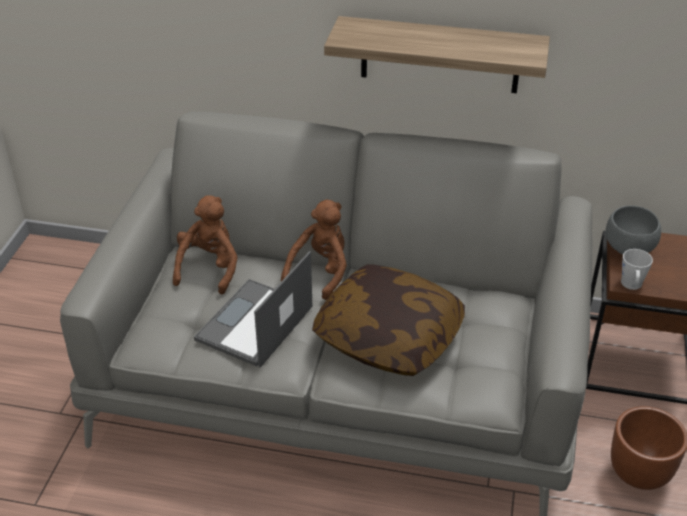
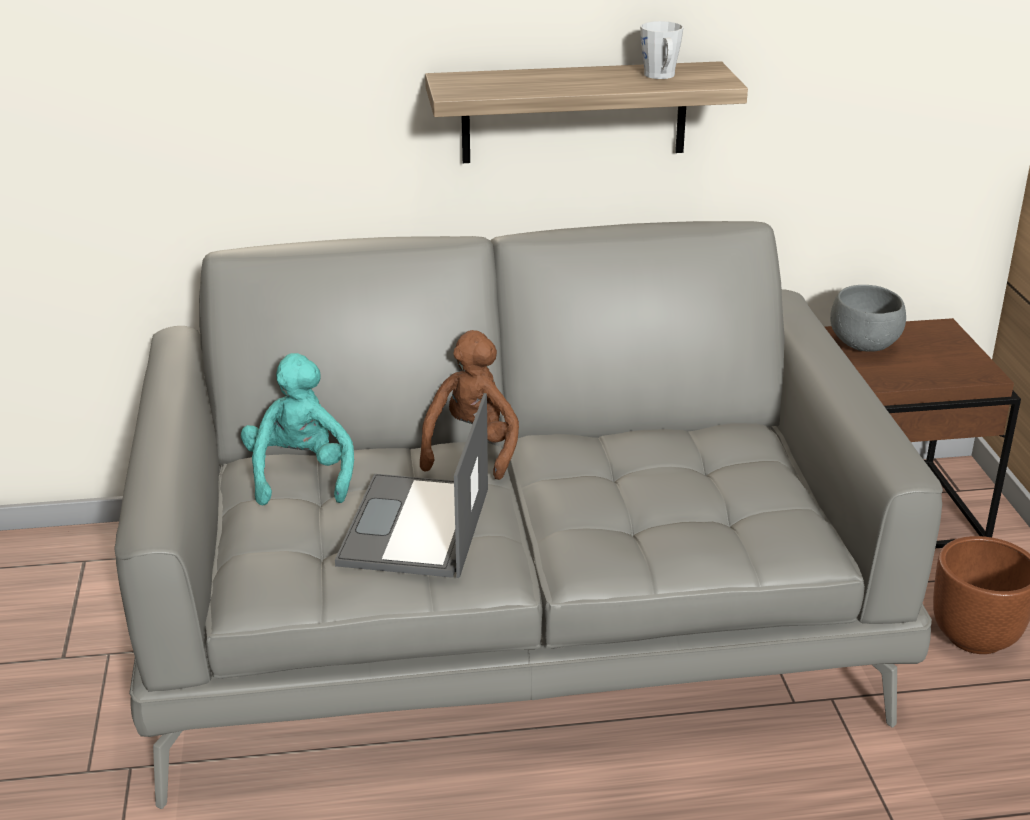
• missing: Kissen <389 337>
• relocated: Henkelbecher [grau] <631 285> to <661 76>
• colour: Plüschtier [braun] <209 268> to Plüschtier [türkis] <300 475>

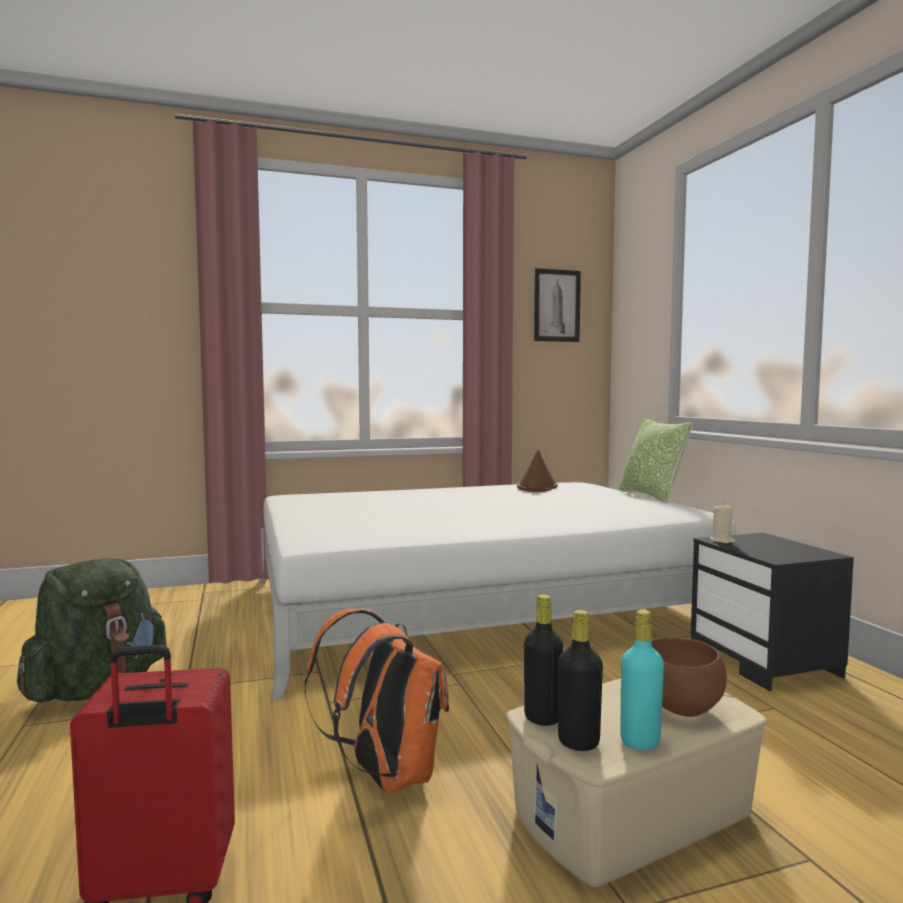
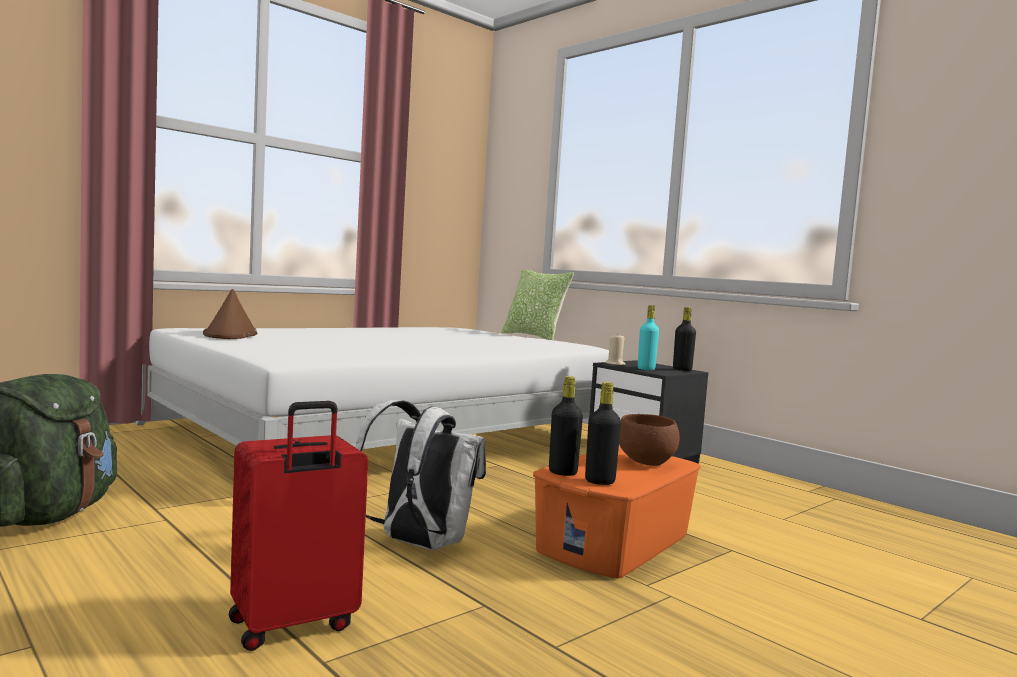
• missing: Bild <557 305>
• appeared: Flasche [schwarz] <682 370>
• relocated: Hut [braun] <537 487> to <230 335>
• relocated: Flasche [türkis] <640 742> to <646 369>
• colour: Rucksack [orange] <385 776> to Rucksack [weiß] <417 544>
• colour: Aufbewahrungsbox [beige] <634 814> to Aufbewahrungsbox [orange] <616 543>

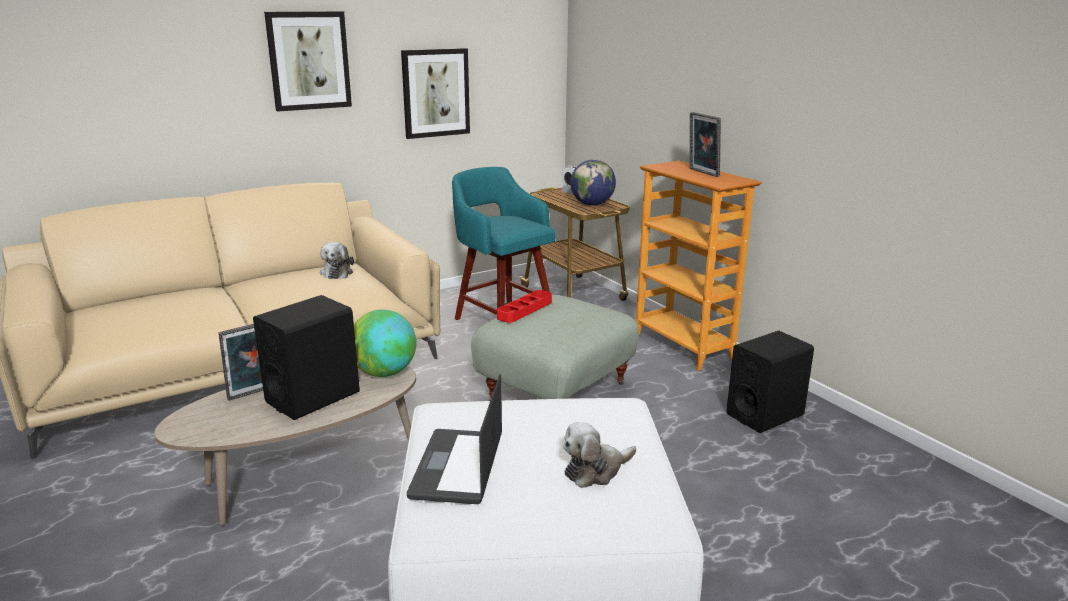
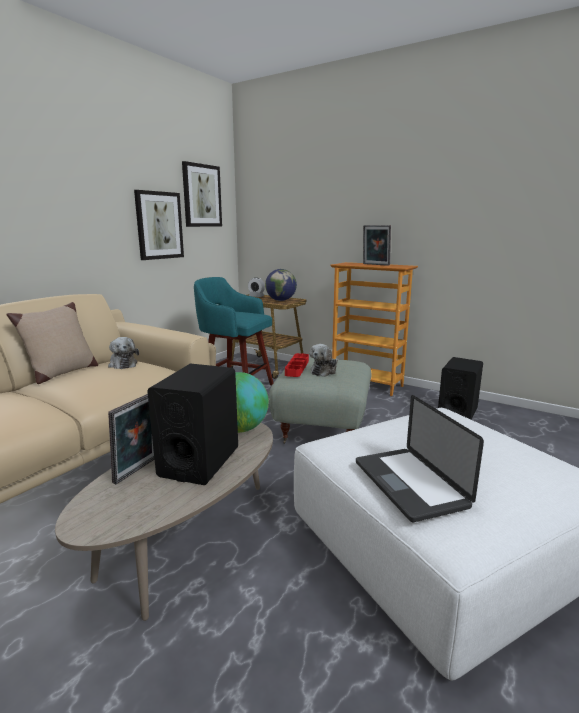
• appeared: Kissen [beige] <61 373>
• relocated: Bild <309 61> to <201 196>
• relocated: Plüschtier <595 470> to <324 371>

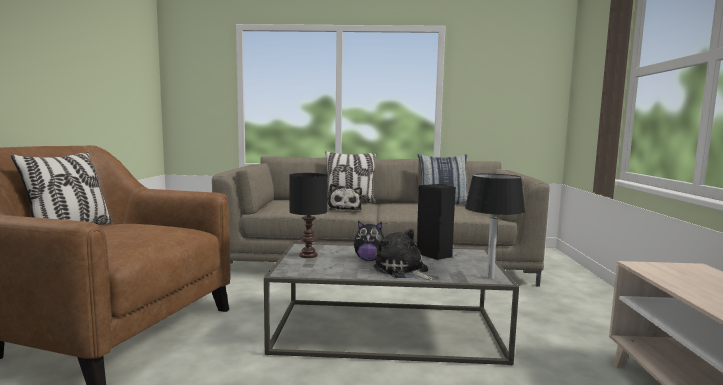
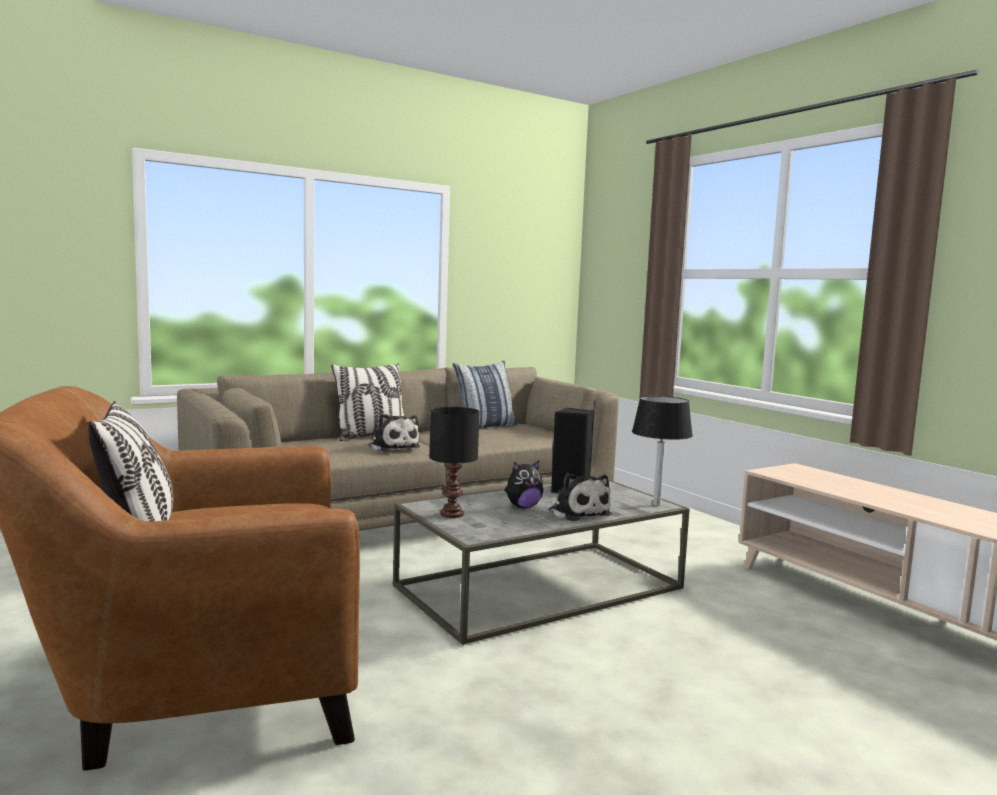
• spun: Plüschtier <403 271> = <577 512> 135 degrees counterclockwise

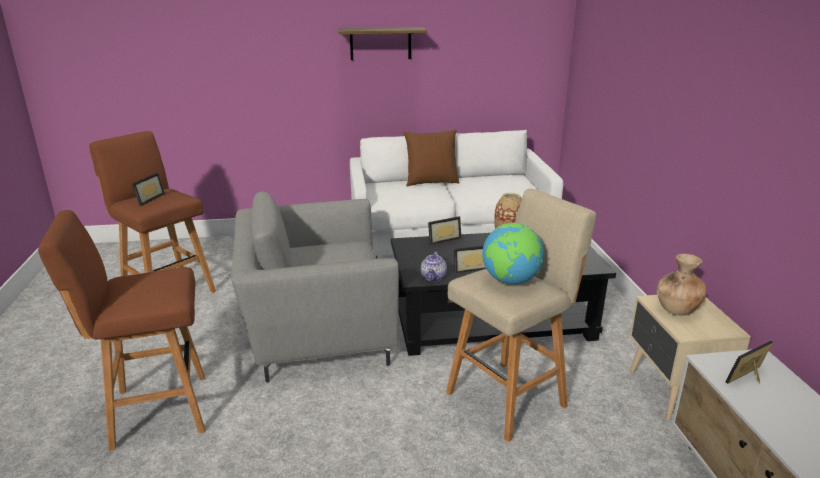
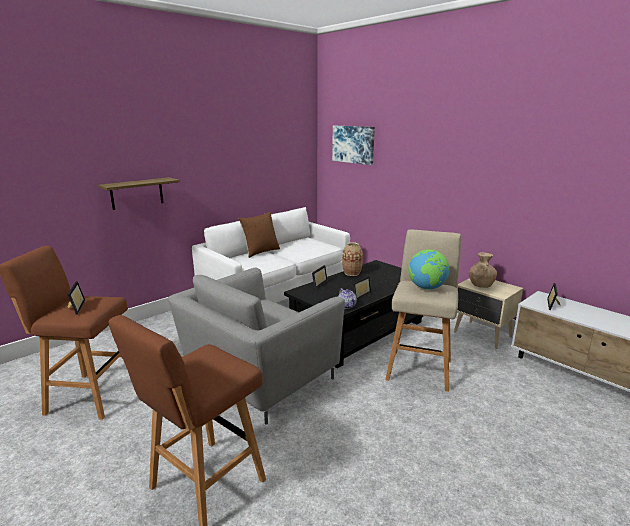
• appeared: Bild <353 144>
• relocated: Wandregal <380 43> to <137 193>

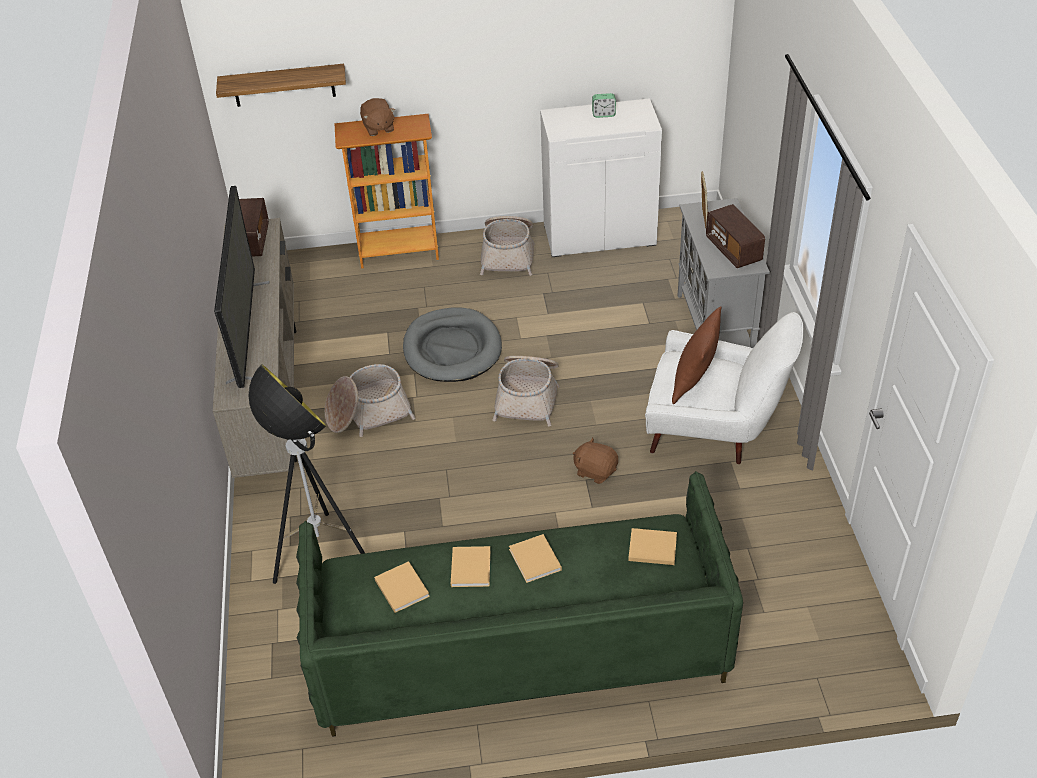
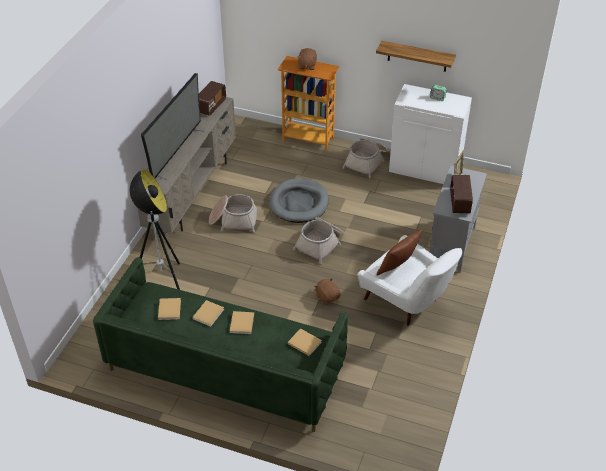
• relocated: Wandregal <283 85> to <417 56>

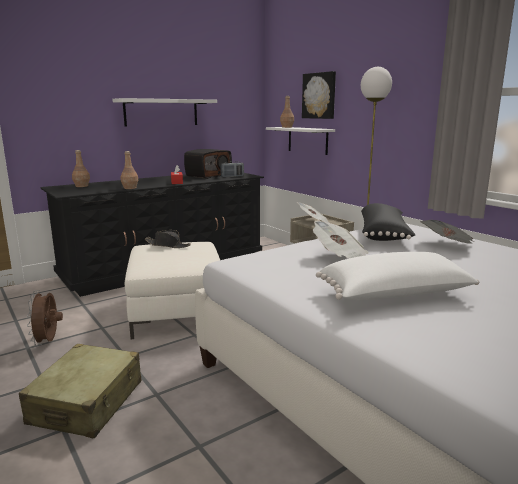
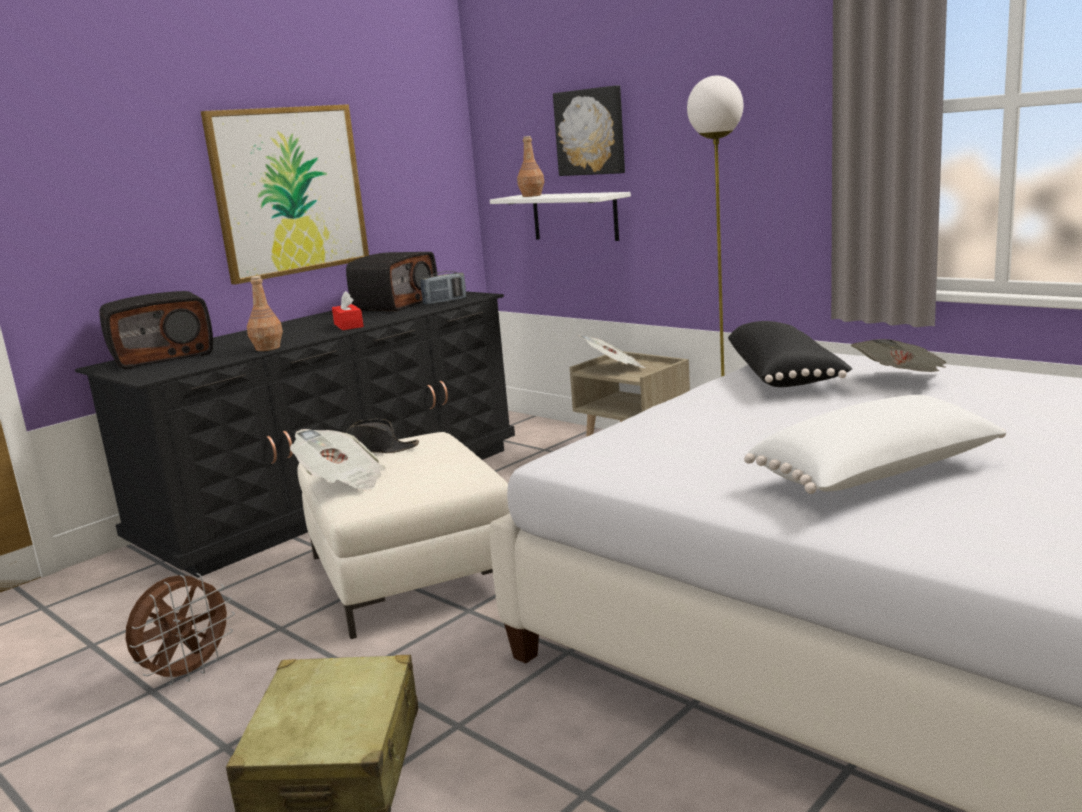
• relocated: Zeitung <340 257> to <342 481>
• exchanged: Flasche [braun] <82 186> to Radio <163 356>
• exchanged: Wandregal [weiß] <161 112> to Bild <289 191>
• spun: Ventilator [braun] <48 342> = <188 673> 120 degrees counterclockwise

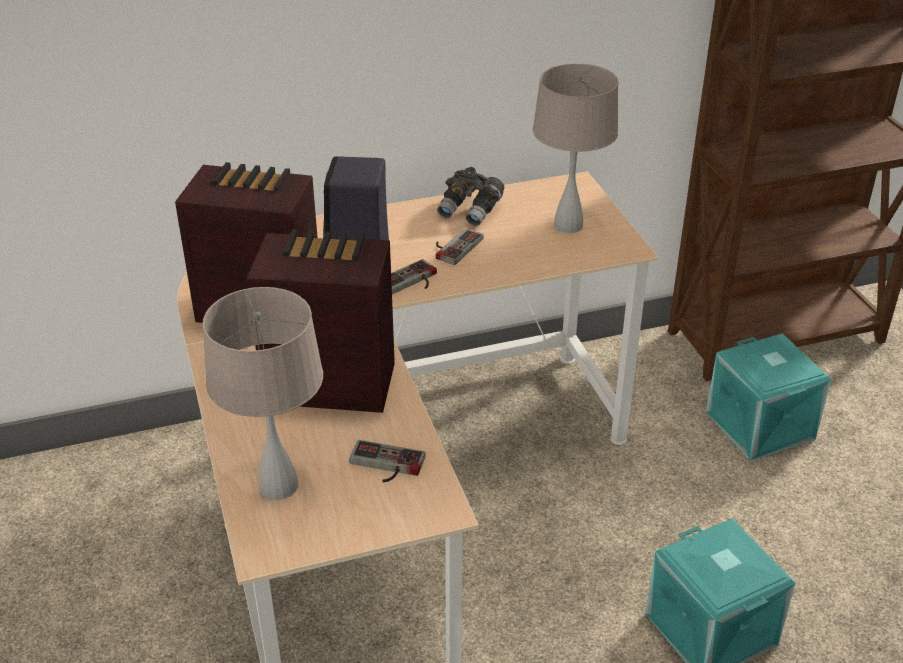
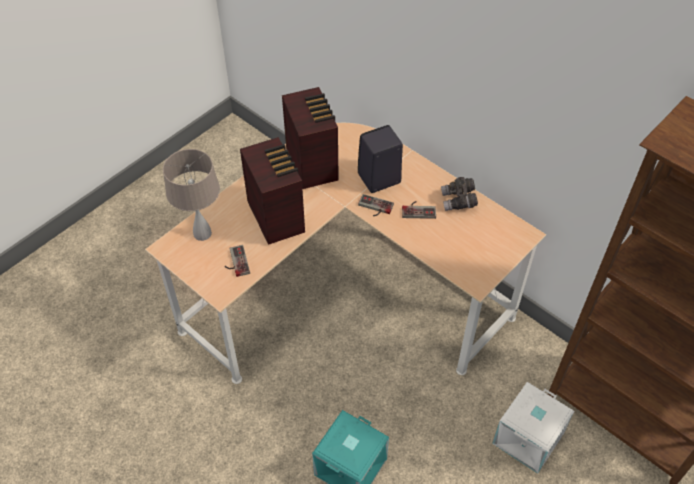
• missing: Tischlampe [beige] <567 224>
• colour: Aufbewahrungsbox [türkis] <762 425> to Aufbewahrungsbox [weiß] <528 439>

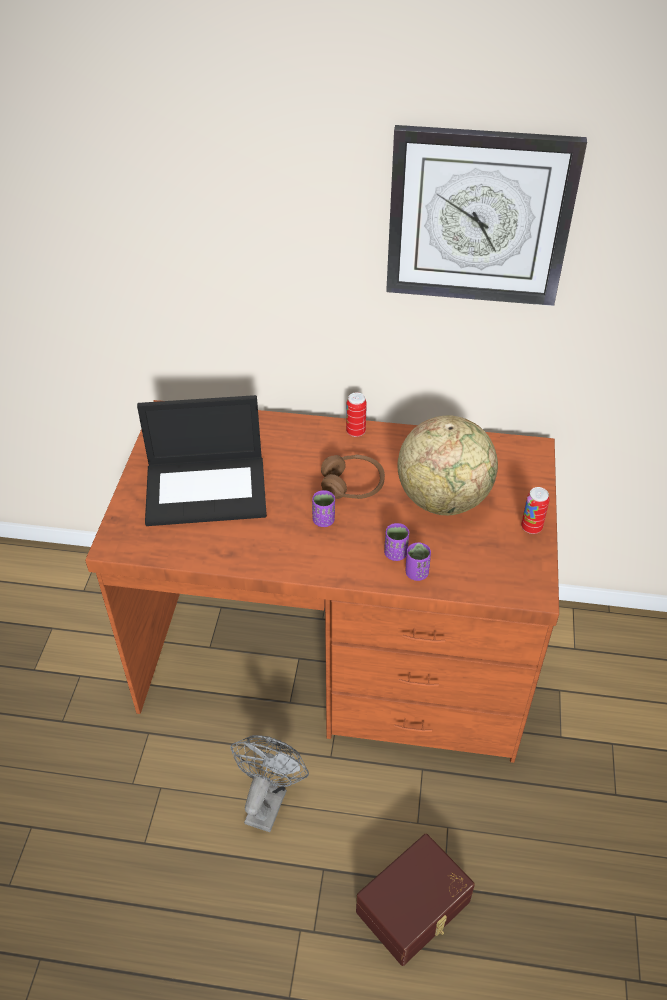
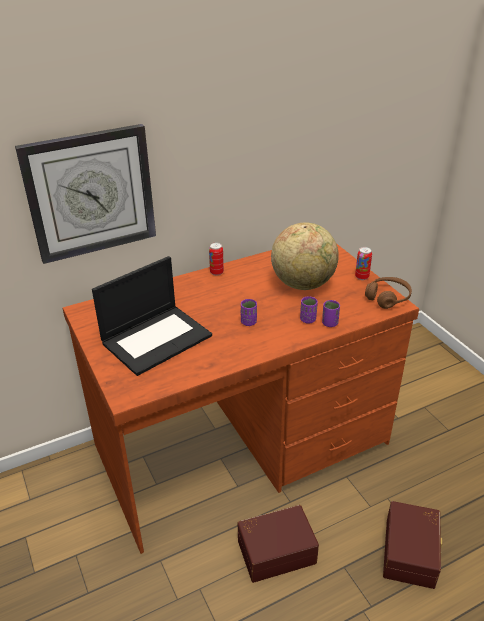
• relocated: Kopfhörer [braun] <352 485> to <387 298>
• relocated: Wanduhr <479 217> to <90 193>
• exchanged: Ventilator [grau] <268 800> to Aufbewahrungsbox [braun] <275 550>

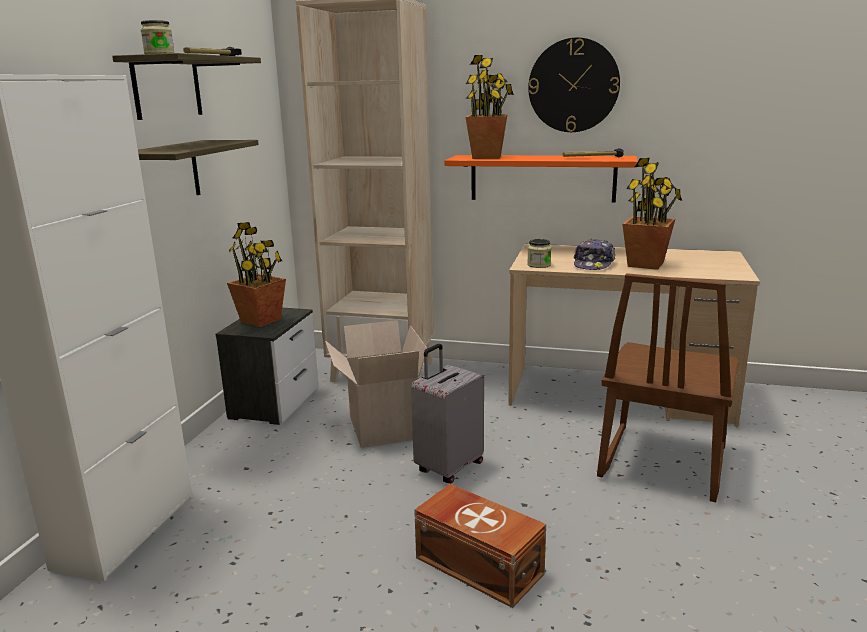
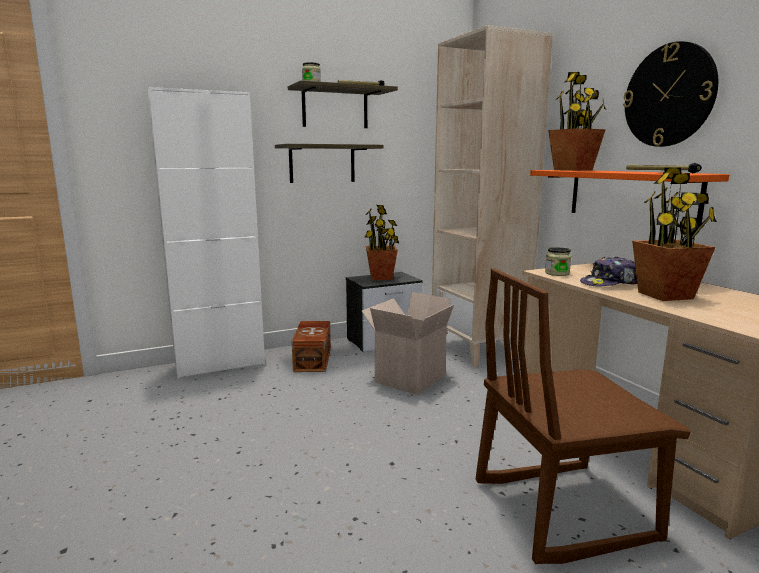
• missing: Koffer [grau] <448 467>
• relocated: Aufbewahrungsbox [braun] <478 564> to <314 359>

